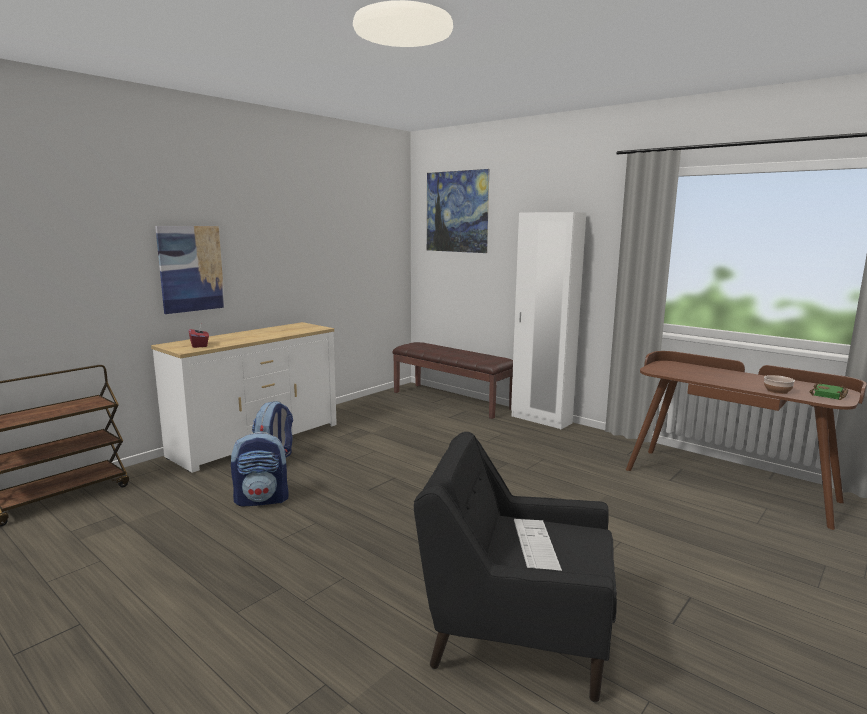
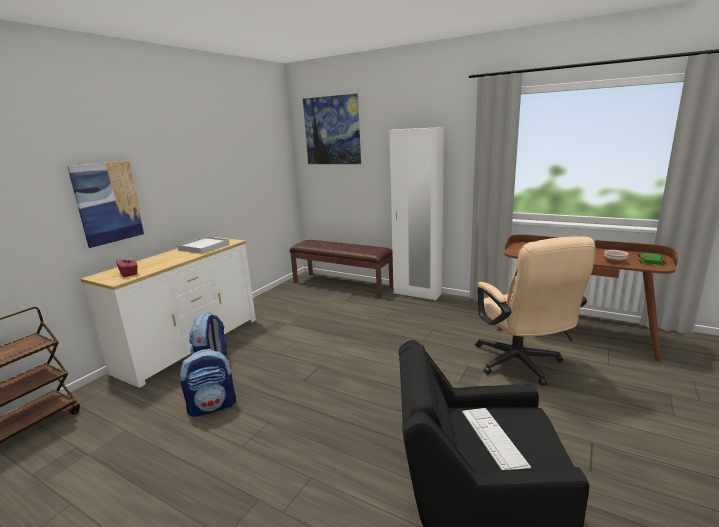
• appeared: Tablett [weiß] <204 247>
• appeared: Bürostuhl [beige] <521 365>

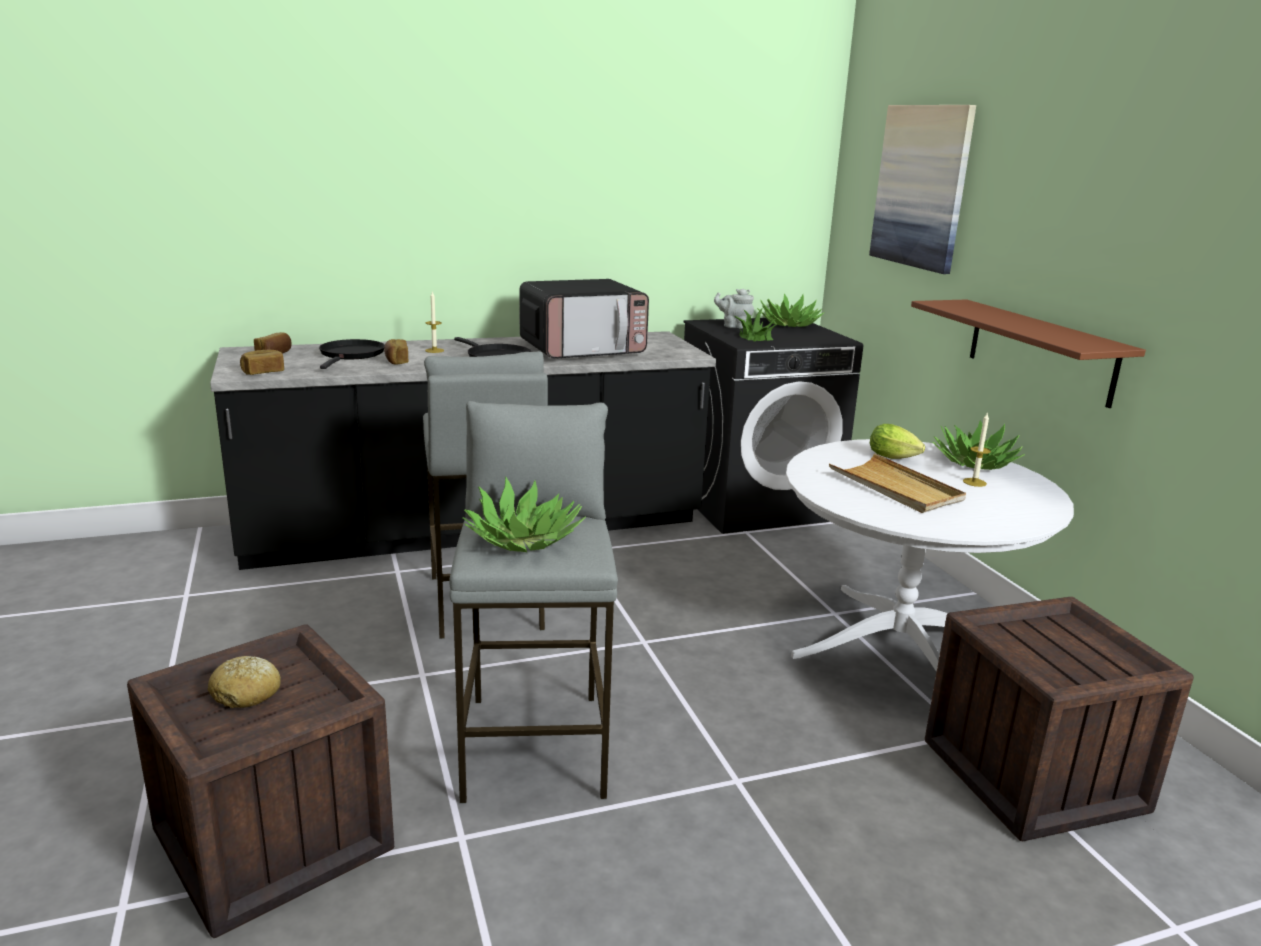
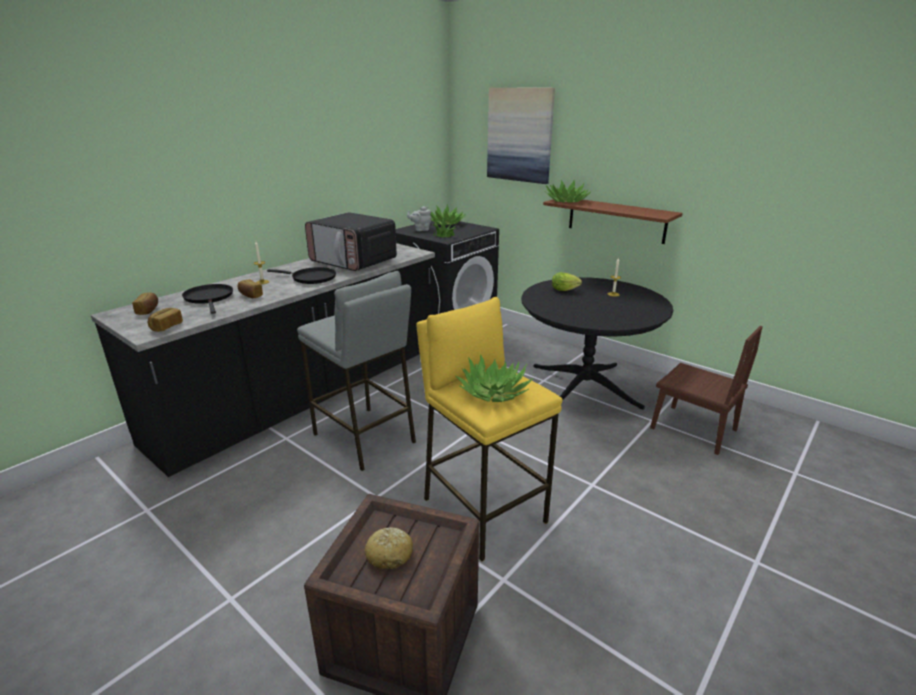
• missing: Tablett [beige] <895 488>
• relocated: Topfpflanze <975 462> to <566 201>
• exchanged: Kiste <1033 775> to Stuhl [braun] <693 429>
• colour: Hocker [grau] <535 745> to Hocker [gelb] <483 510>
• colour: Esstisch [weiß] <898 644> to Esstisch [schwarz] <585 386>
• spun: Mikrowelle <583 349> = <353 261> 90 degrees clockwise

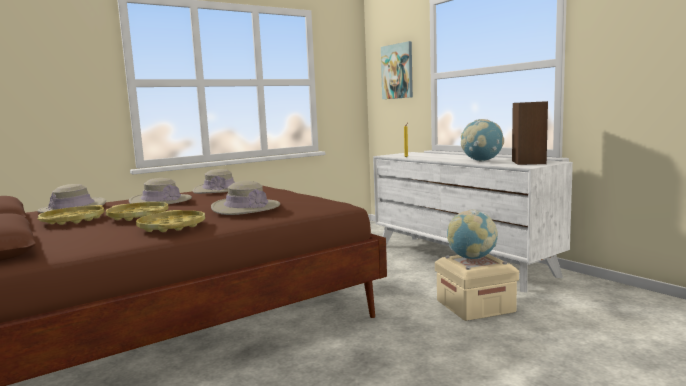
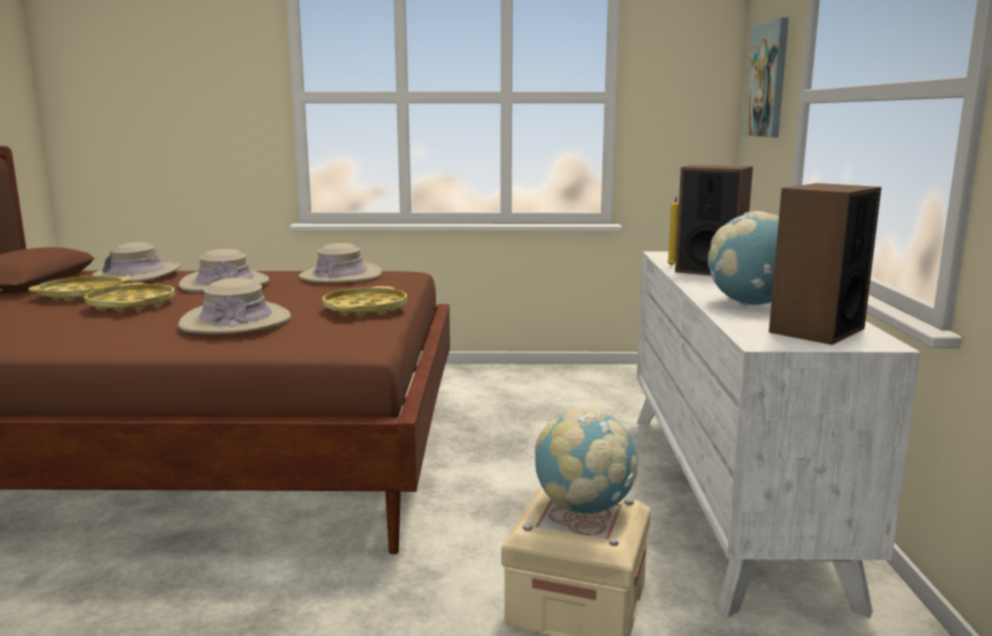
• appeared: Lautsprecher <709 271>
• relocated: Tablett [gelb] <172 227> to <365 309>

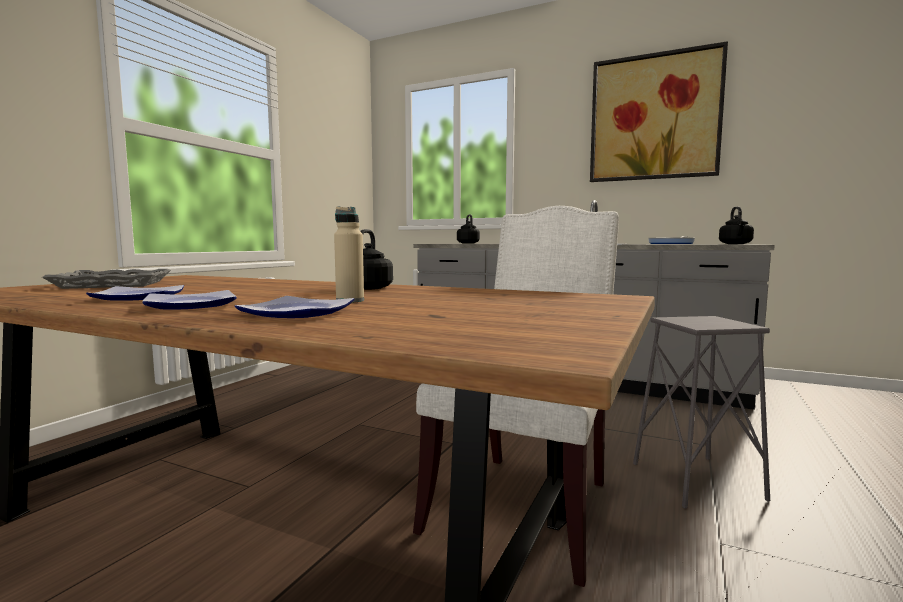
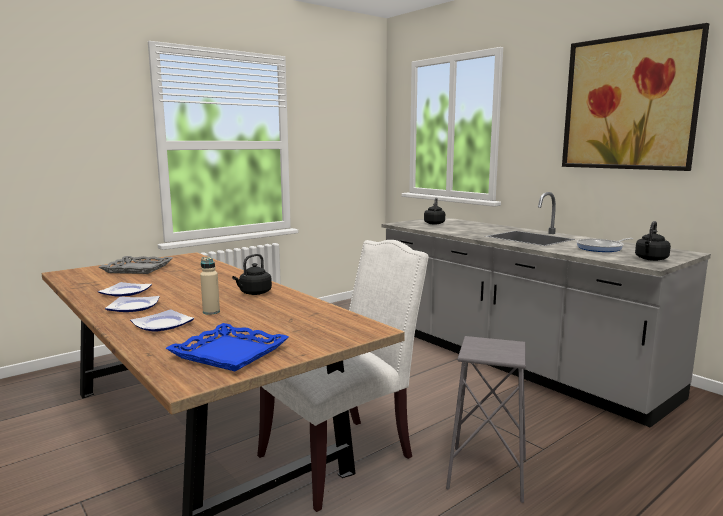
• appeared: Tablett [blau] <228 353>

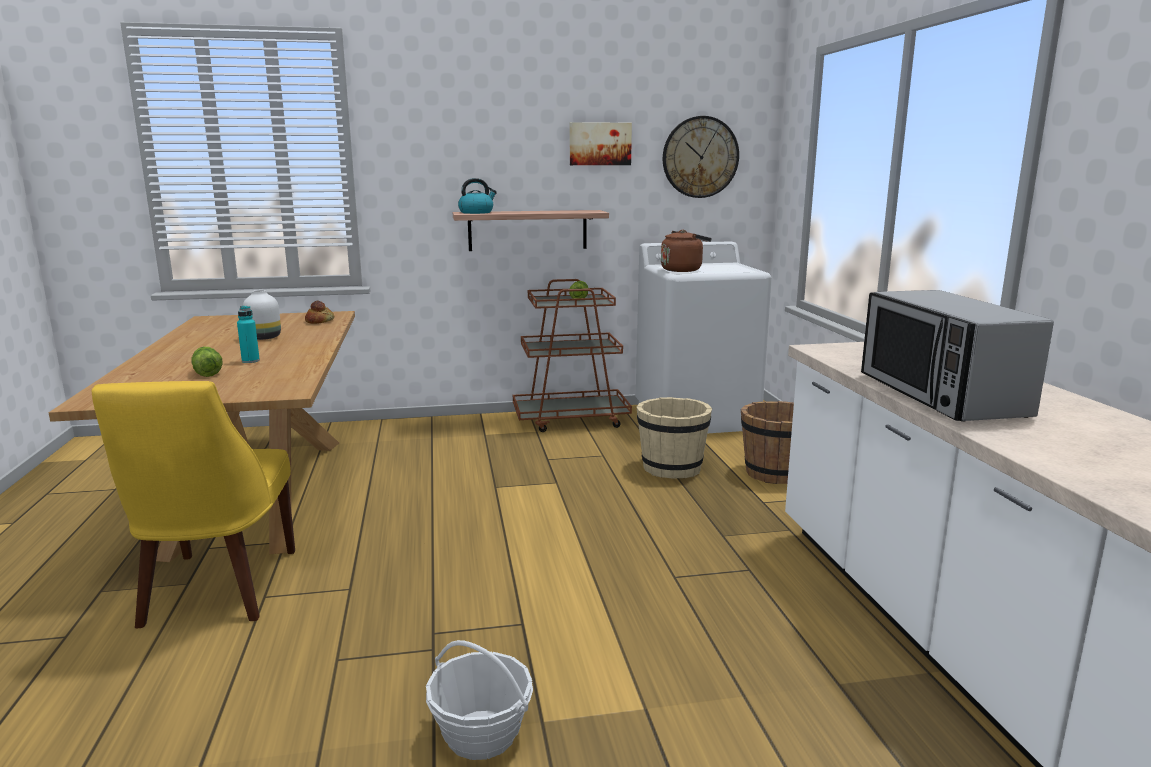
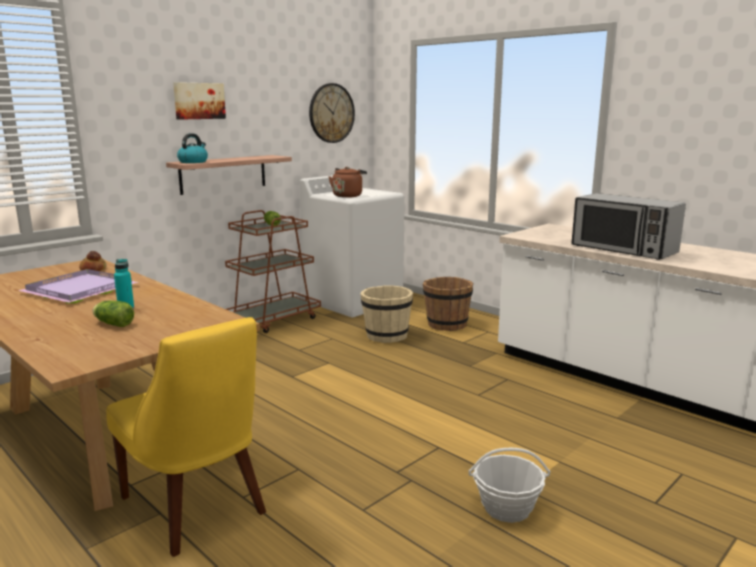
• relocated: Bild <600 144> to <199 101>
• exchanged: Vase [weiß] <263 338> to Tablett [lila] <80 290>

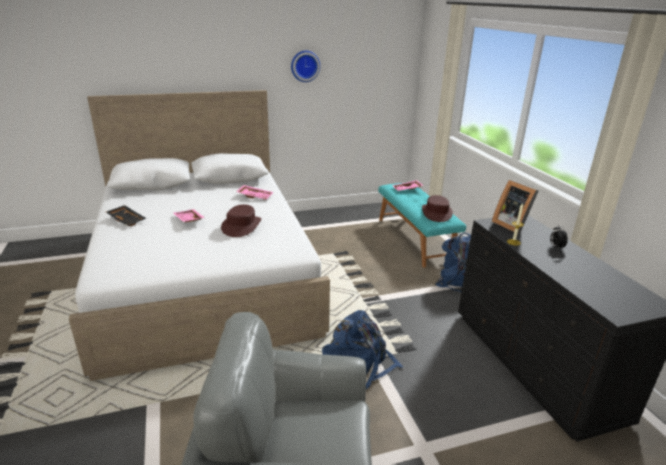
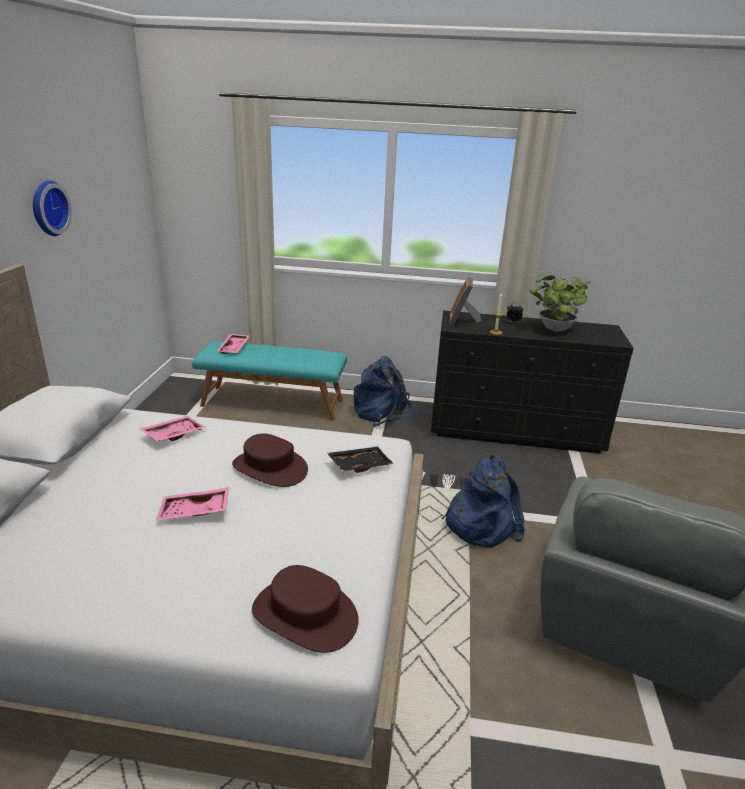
• appeared: Topfpflanze <553 329>
• relocated: Tablett [schwarz] <127 220> to <359 465>
• relocated: Hut [braun] <436 213> to <305 615>
• spun: Bilderrahmen <511 225> = <462 322> 105 degrees clockwise

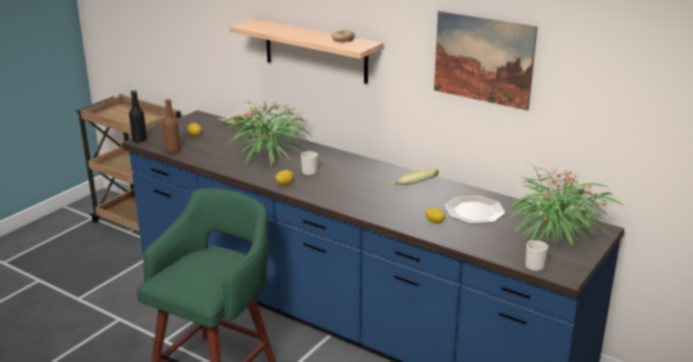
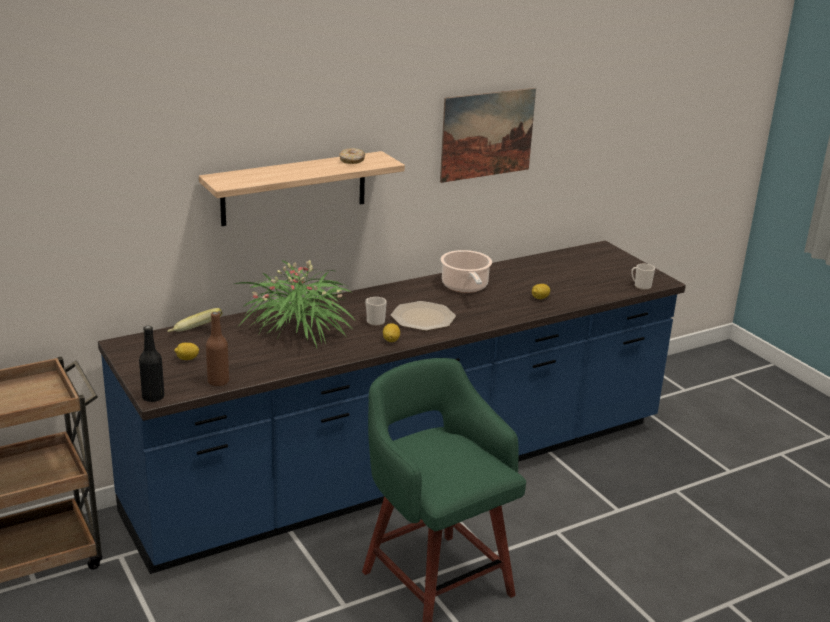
• missing: Topfpflanze <555 232>
• relocated: Teller <475 211> to <423 317>
• exchanged: Banane <414 188> to Kochtopf <465 287>

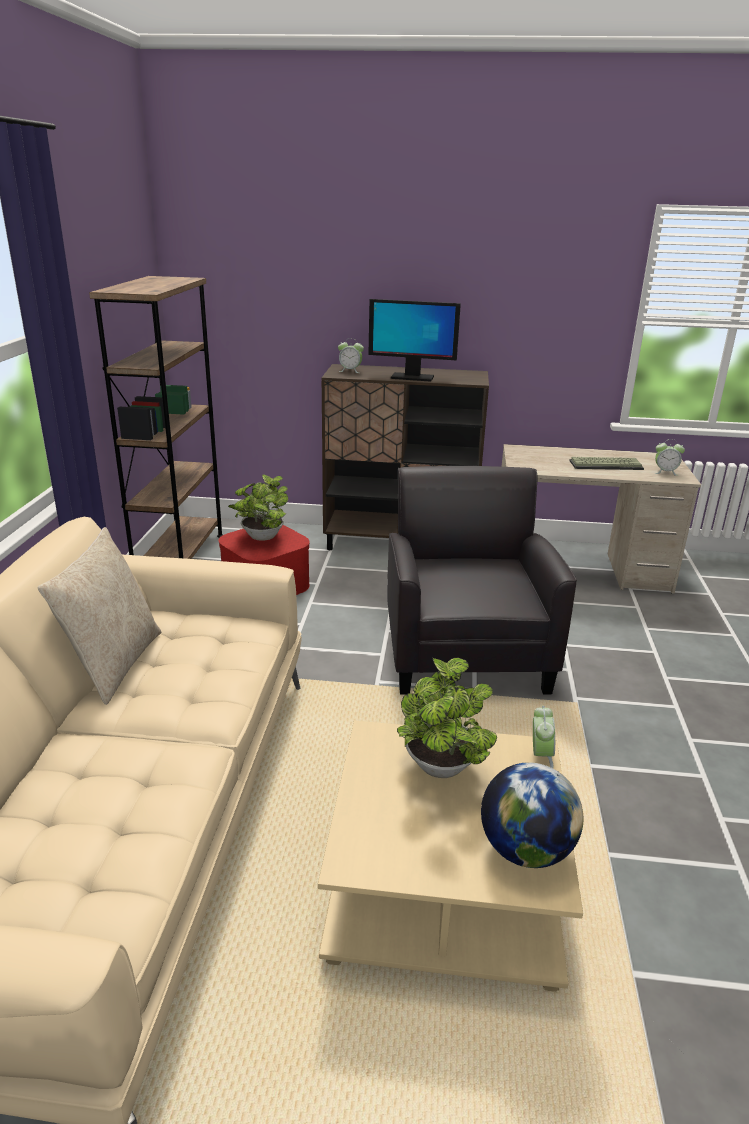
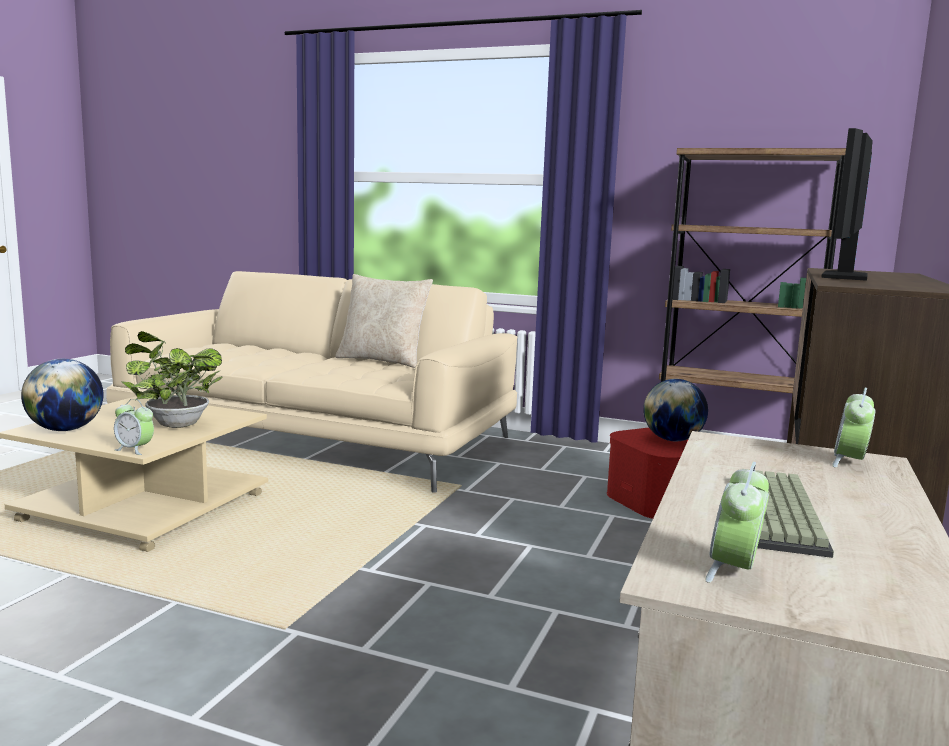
• missing: Sessel [schwarz] <465 653>
• relocated: Wecker <350 371> to <850 462>
• exchanged: Topfpflanze <261 538> to Globus <672 440>

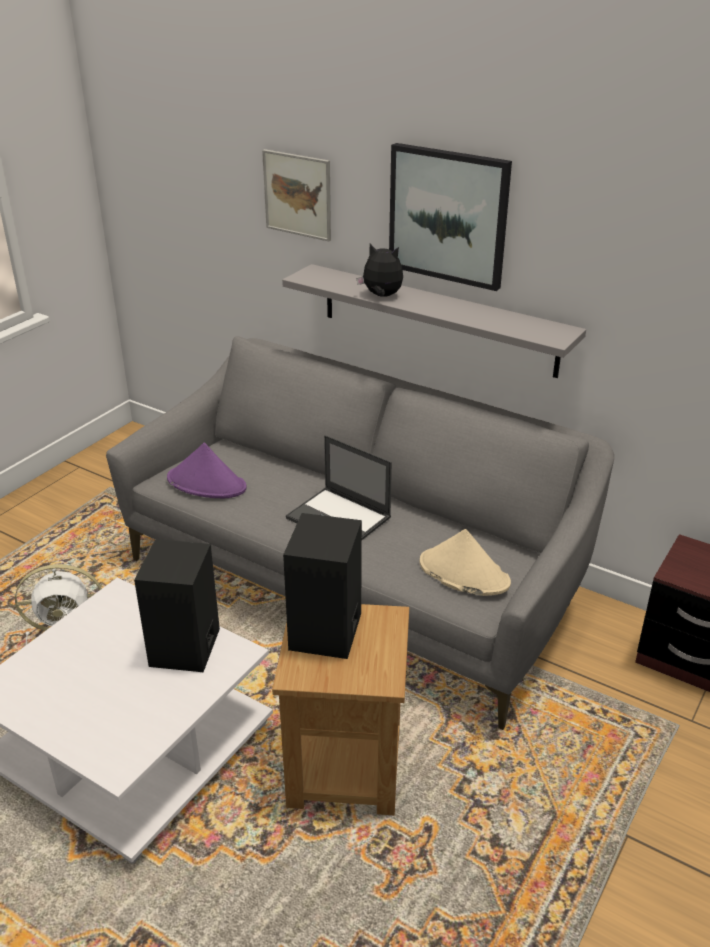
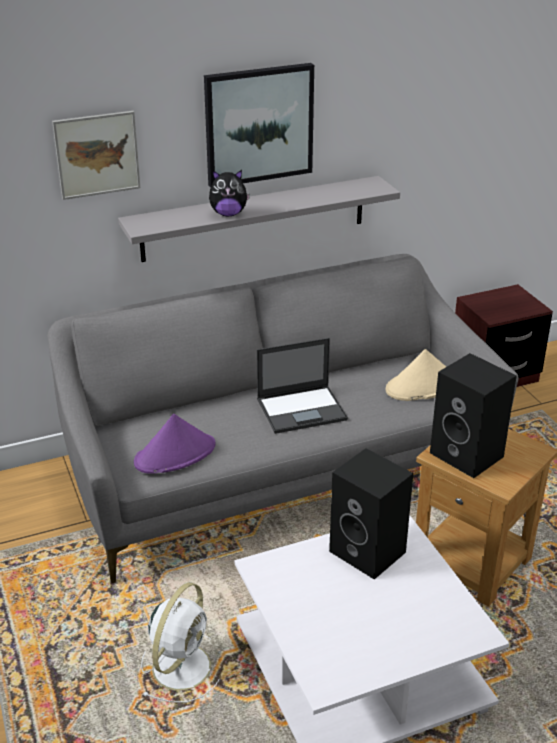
• spun: Plüschtier <381 296> = <228 214> 150 degrees counterclockwise

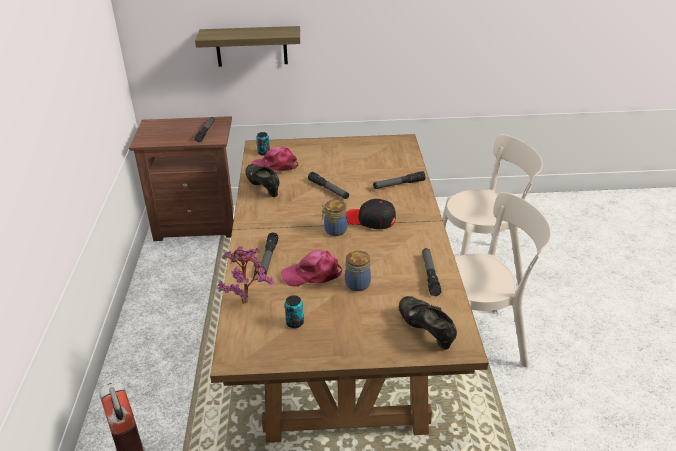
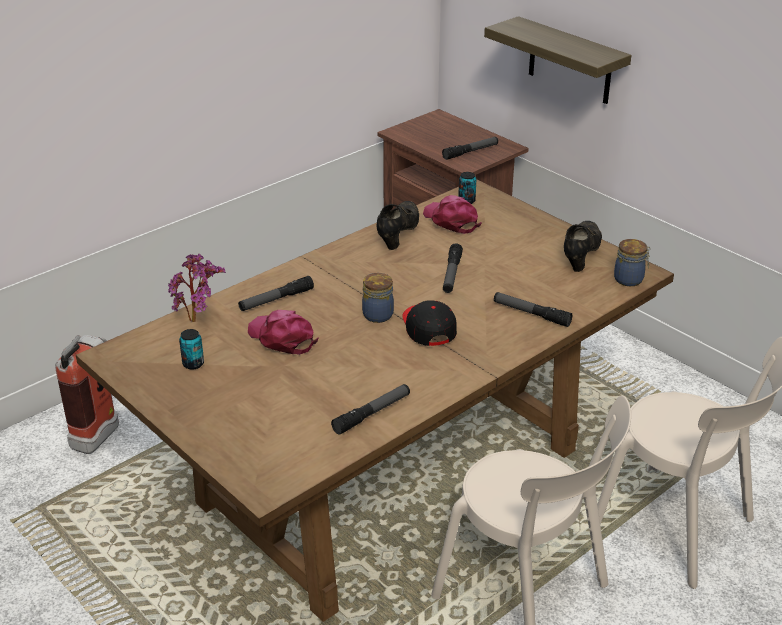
• relocated: Vorratsglas <358 283> to <630 279>
• relocated: Schuh [schwarz] <426 331> to <580 256>

